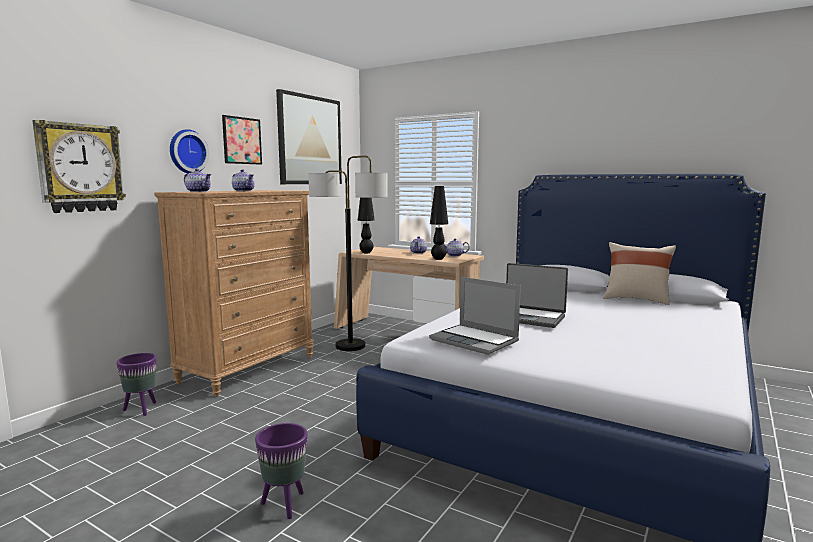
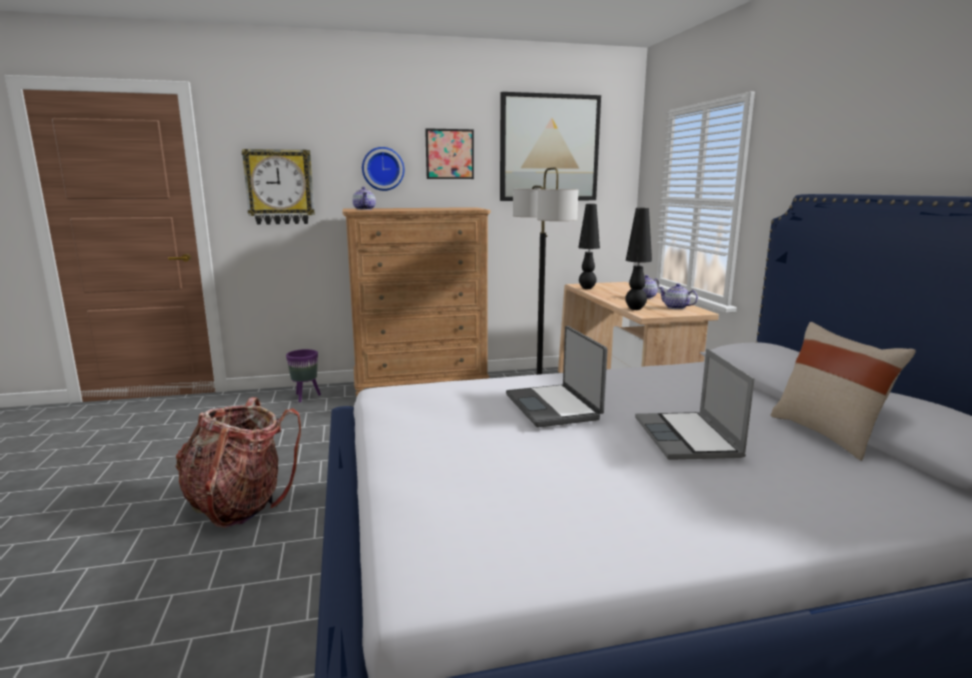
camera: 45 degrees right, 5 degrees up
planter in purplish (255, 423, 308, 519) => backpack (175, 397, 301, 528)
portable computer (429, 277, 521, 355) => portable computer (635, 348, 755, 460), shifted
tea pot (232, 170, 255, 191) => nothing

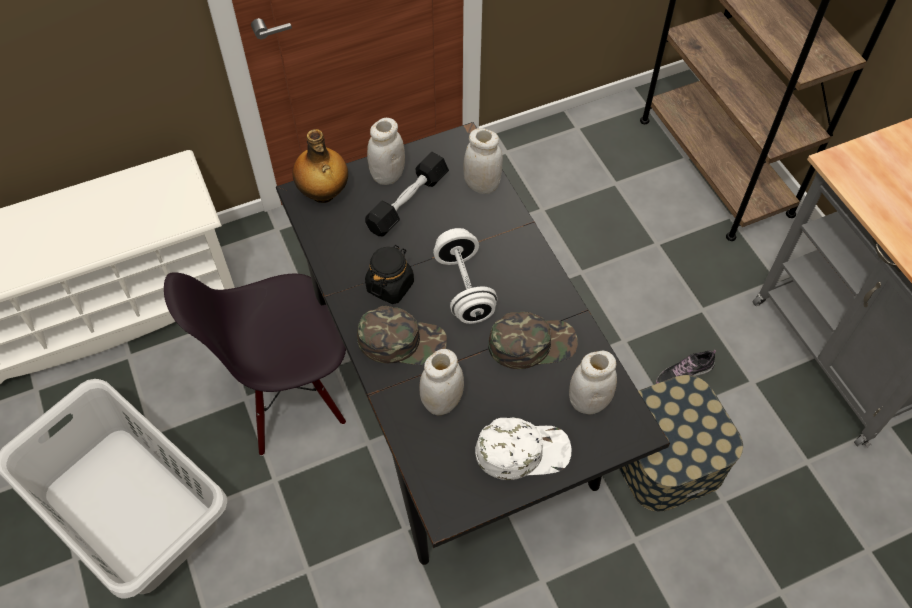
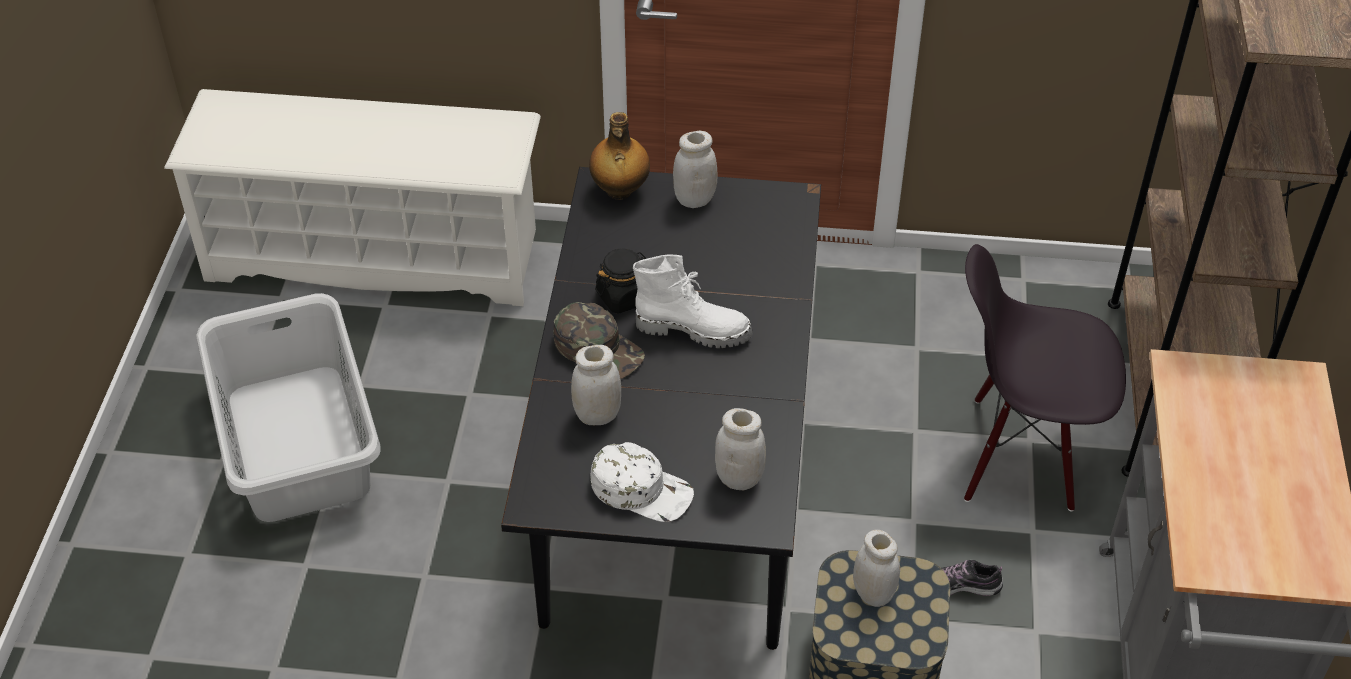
camera: 30 degrees right, 10 degrees down
free weight in white (433, 228, 497, 324) => tall boot in white (633, 254, 753, 348)
storage jar in white (463, 128, 503, 194) => storage jar in white (853, 530, 900, 607), shifted
upright chair in black-coloured (164, 272, 346, 456) => upright chair in black-coloured (964, 244, 1126, 512), shifted
free weight in black-coloured (365, 152, 449, 236) => nothing
baseball cap in green (488, 312, 578, 369) => nothing

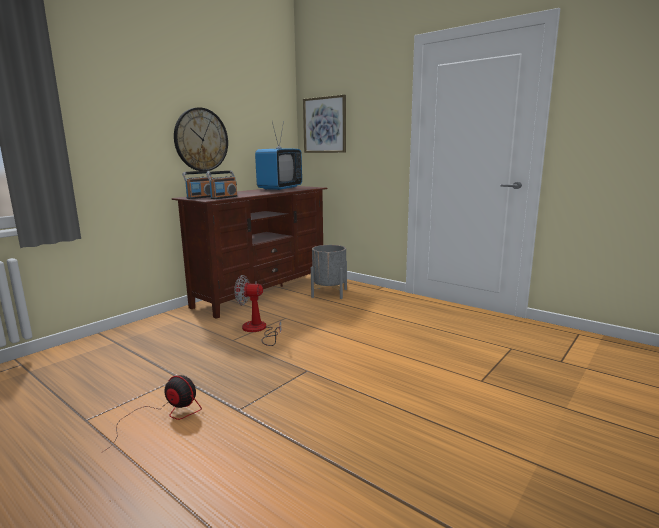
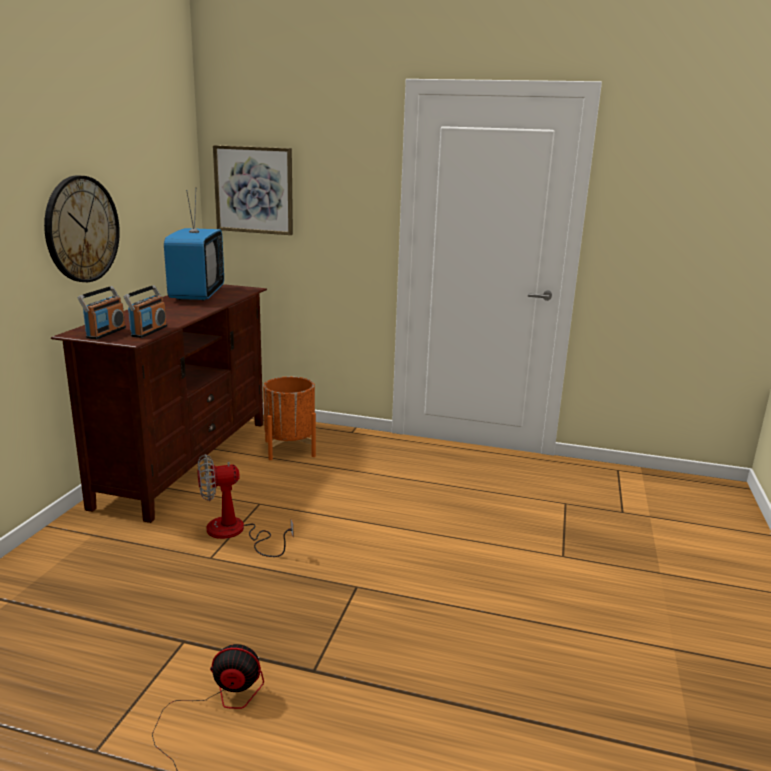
camera: 25 degrees left, 5 degrees up
planter in greyish (311, 245, 347, 299) => planter in orange-coloured (263, 377, 316, 460)

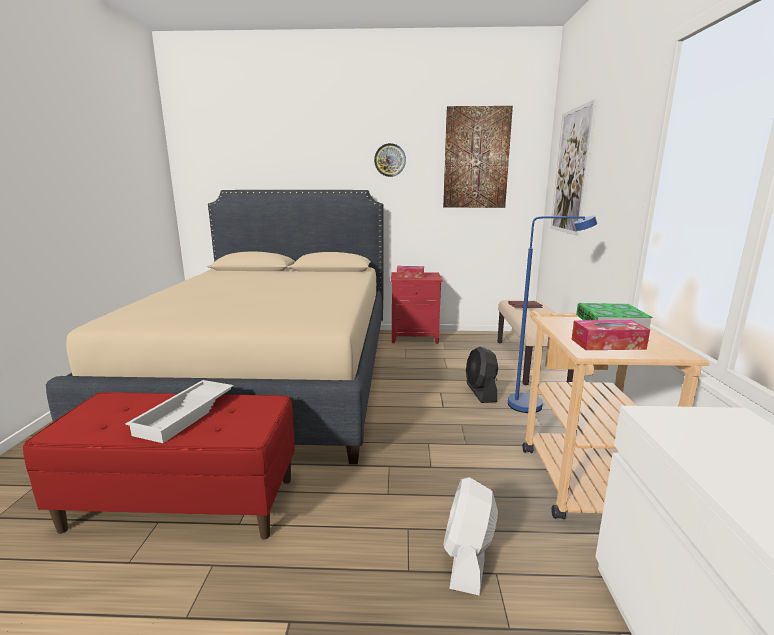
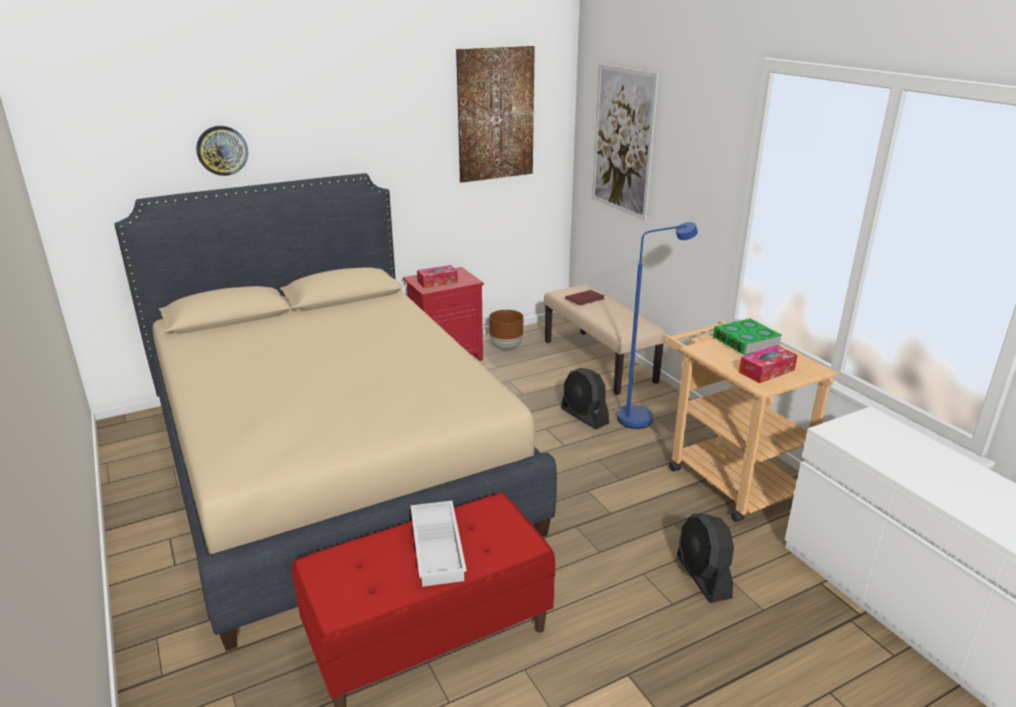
camera: 30 degrees left, 10 degrees up
clock on the wall (374, 143, 406, 177) => clock on the wall (196, 126, 248, 176), shifted
nothing => planter in brown (489, 310, 524, 350)
electric fan in white (443, 477, 498, 596) => electric fan in black-coloured (677, 513, 734, 603)

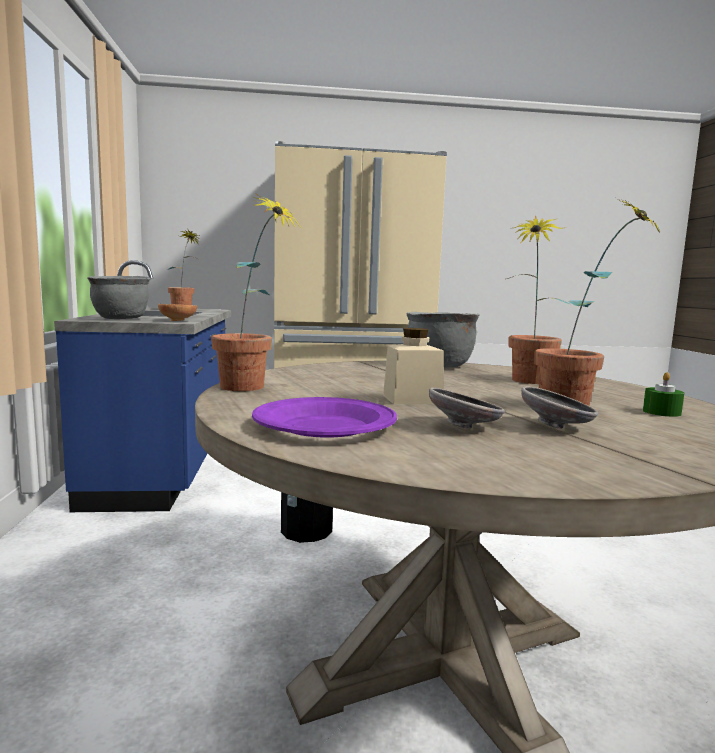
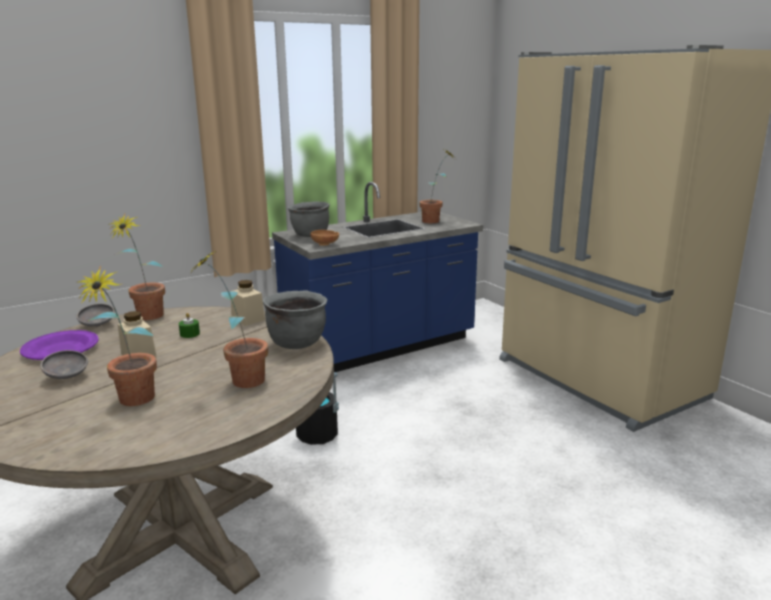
camera: 65 degrees right, 10 degrees up
serving bowl in greyish (521, 386, 598, 429) => serving bowl in greyish (77, 304, 115, 327), shifted
wax candle in green (643, 372, 684, 417) => wax candle in green (179, 313, 200, 338), shifted
nothing => storage jar in beige-coloured (230, 280, 265, 326)

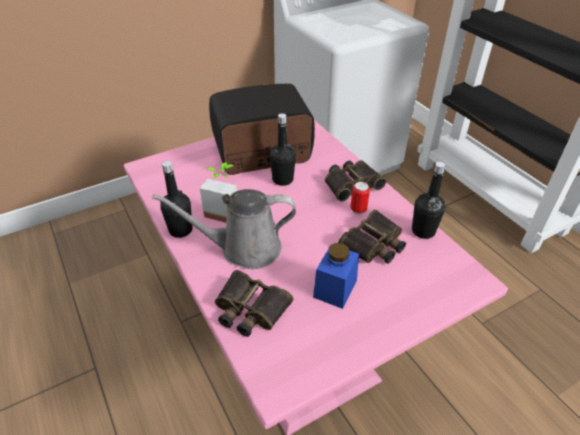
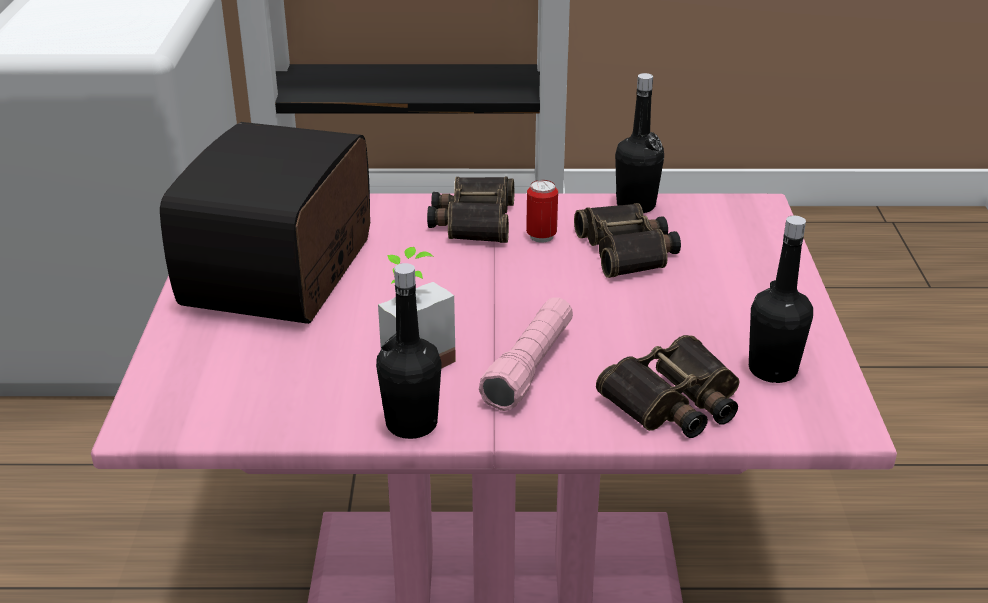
camera: 60 degrees left, 10 degrees down
sprinkling can in greyish (152, 189, 296, 269) => flashlight in pink (479, 297, 573, 411)
beverage bottle in black-coloured (269, 113, 296, 186) => beverage bottle in black-coloured (749, 216, 813, 383), shifted
storage jar in blue-coloured (313, 243, 359, 309) => nothing

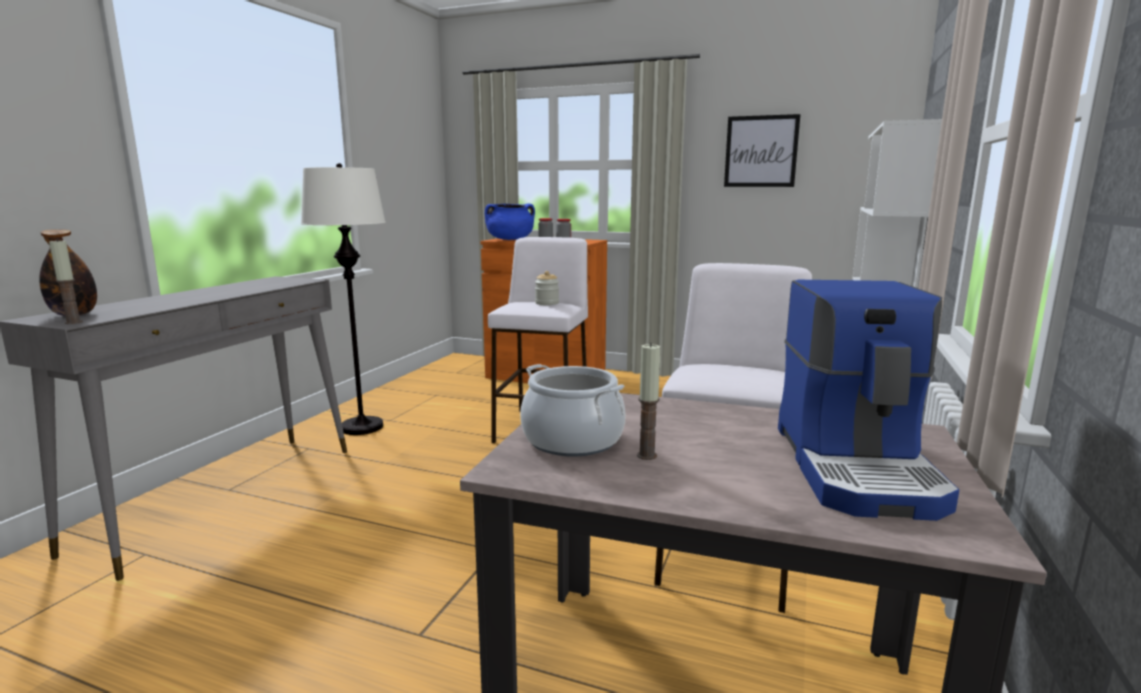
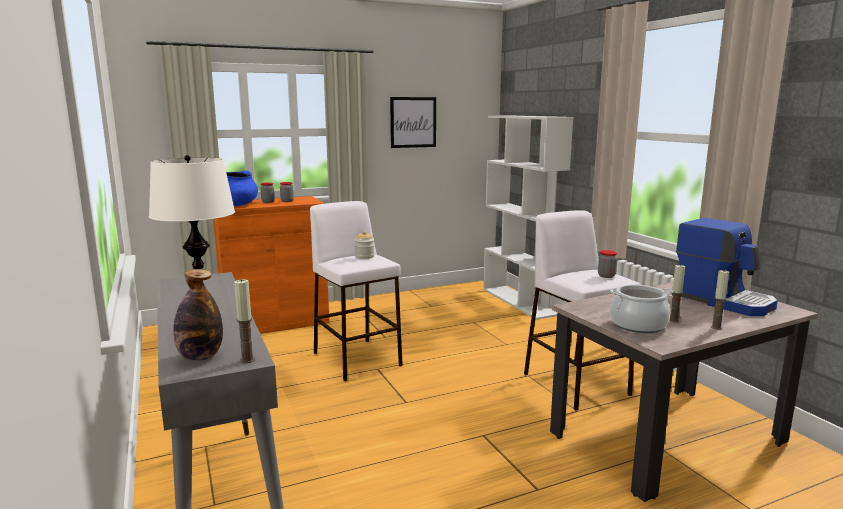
camera: 45 degrees left, 0 degrees up
nothing => storage jar (598, 250, 617, 278)
nothing => wax candle (711, 270, 729, 330)

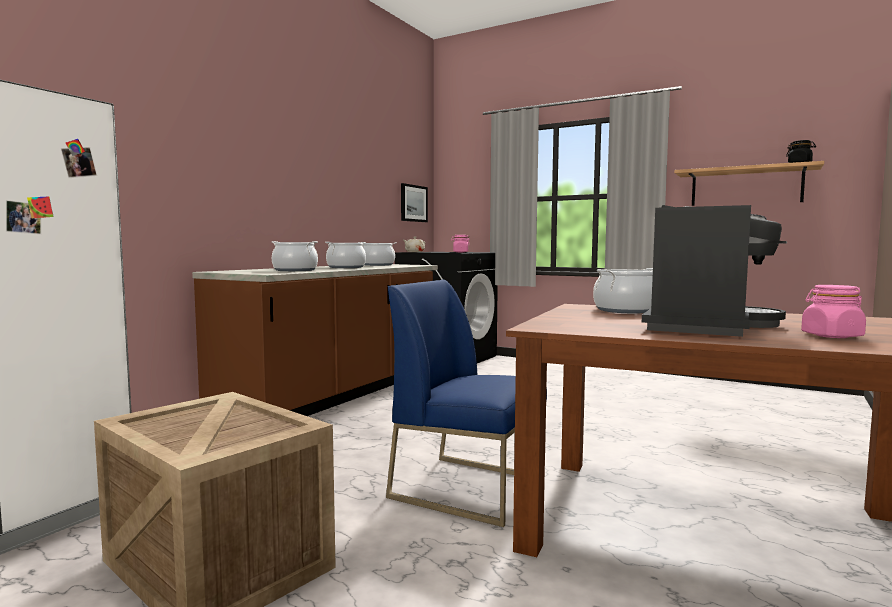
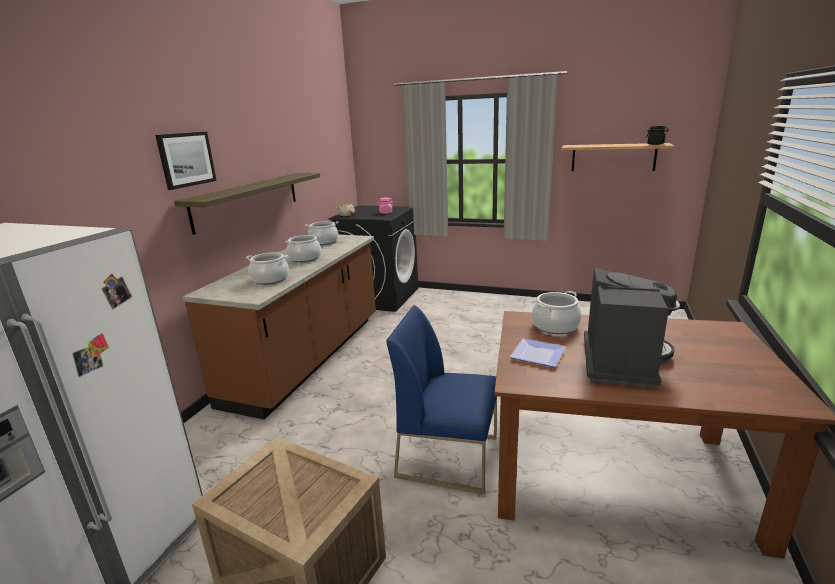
camera: 10 degrees left, 15 degrees up
picture (401, 183, 428, 222) => picture (155, 132, 217, 190), shifted
nothing => bracket shelf (174, 173, 320, 235)
nothing => plate (510, 339, 566, 367)
storage jar in pink (801, 285, 866, 338) => nothing

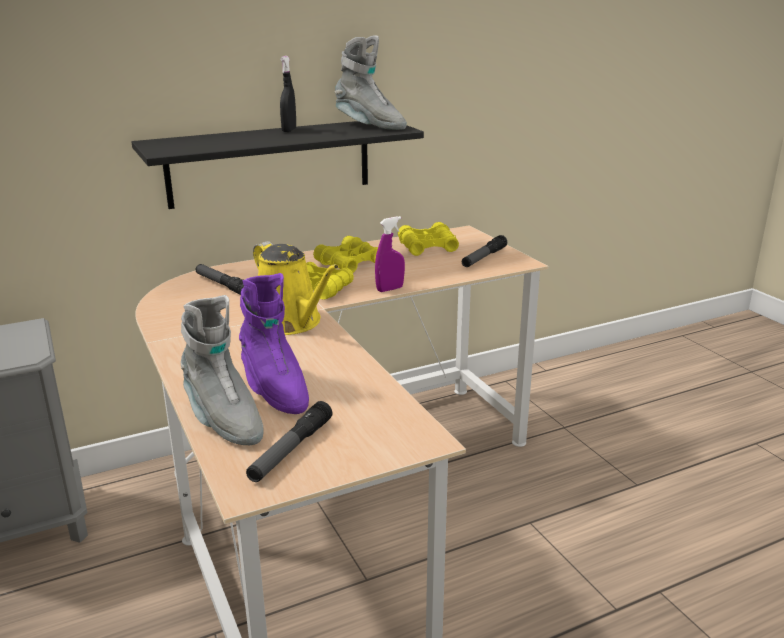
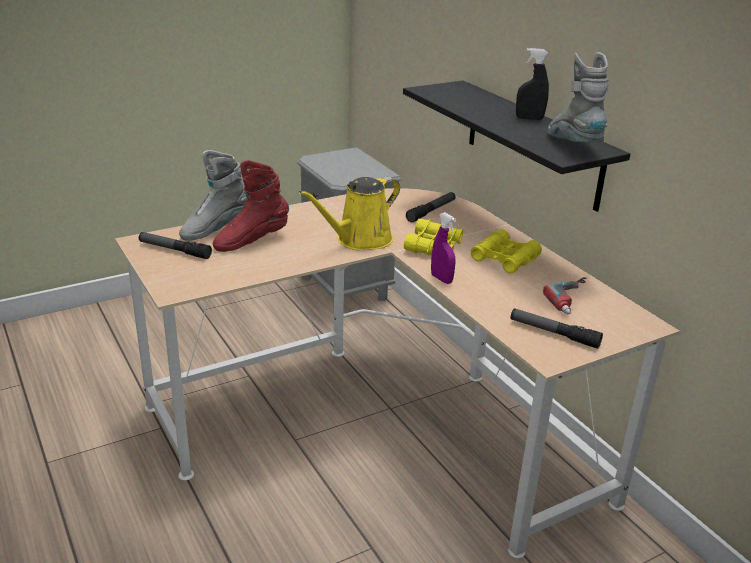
camera: 85 degrees right, 5 degrees up
tall boot in purplish (239, 273, 309, 414) => tall boot in reddish (213, 160, 289, 252)
pair of binoculars in yellow-coloured (398, 222, 459, 256) => electric drill (543, 277, 586, 314)
tall boot in greyish (335, 35, 407, 130) => tall boot in greyish (548, 52, 609, 142), 135 degrees clockwise

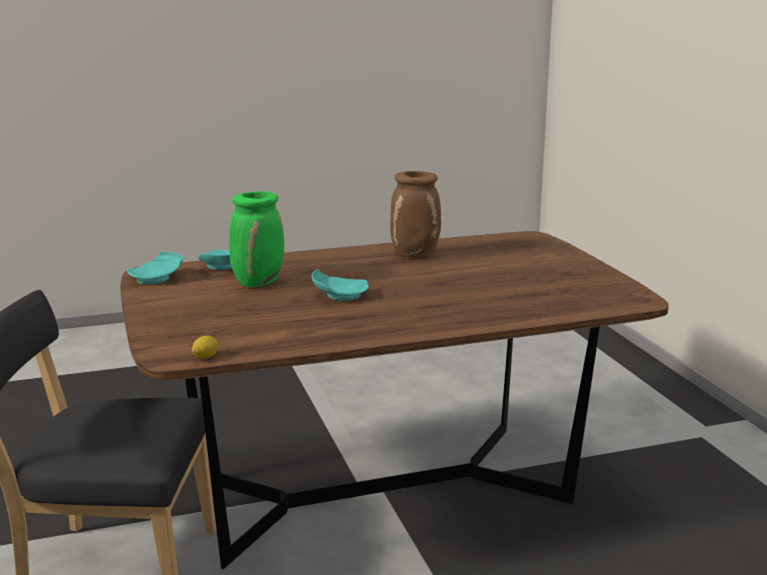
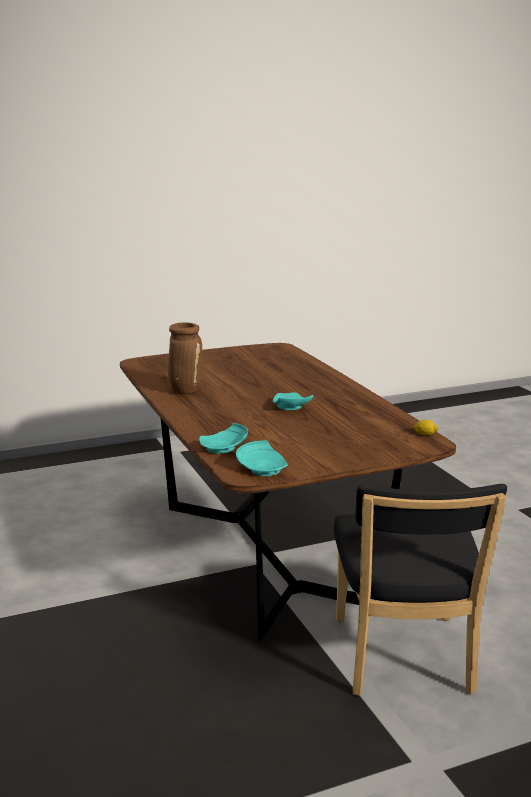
camera: 95 degrees left, 0 degrees up
flower vase in green (229, 191, 284, 287) => nothing

